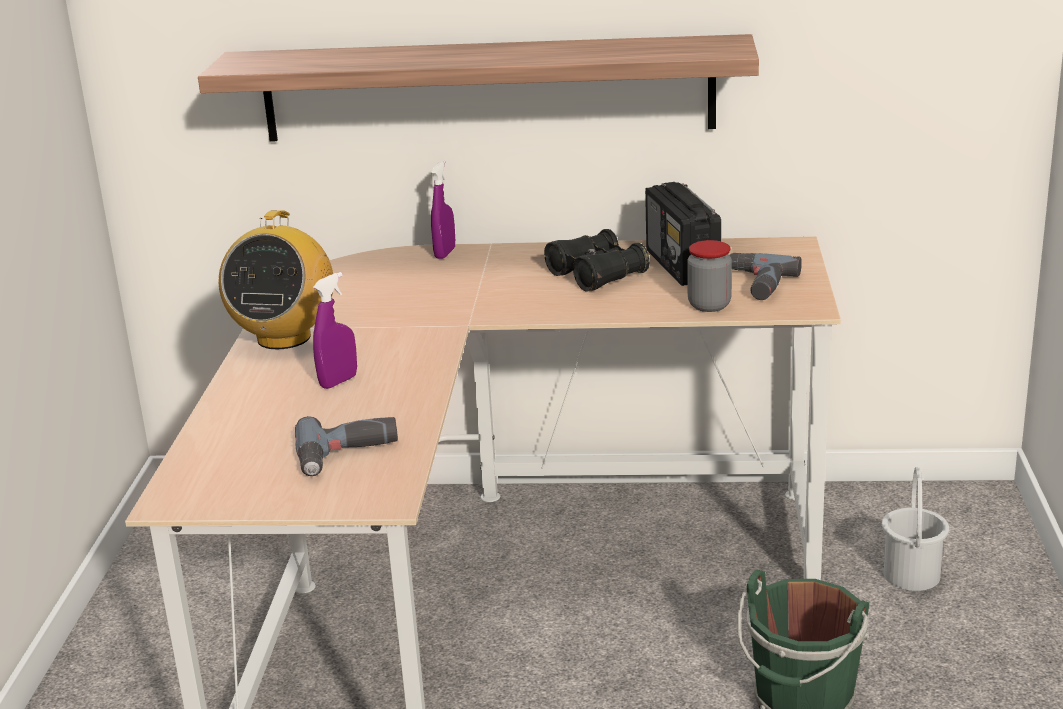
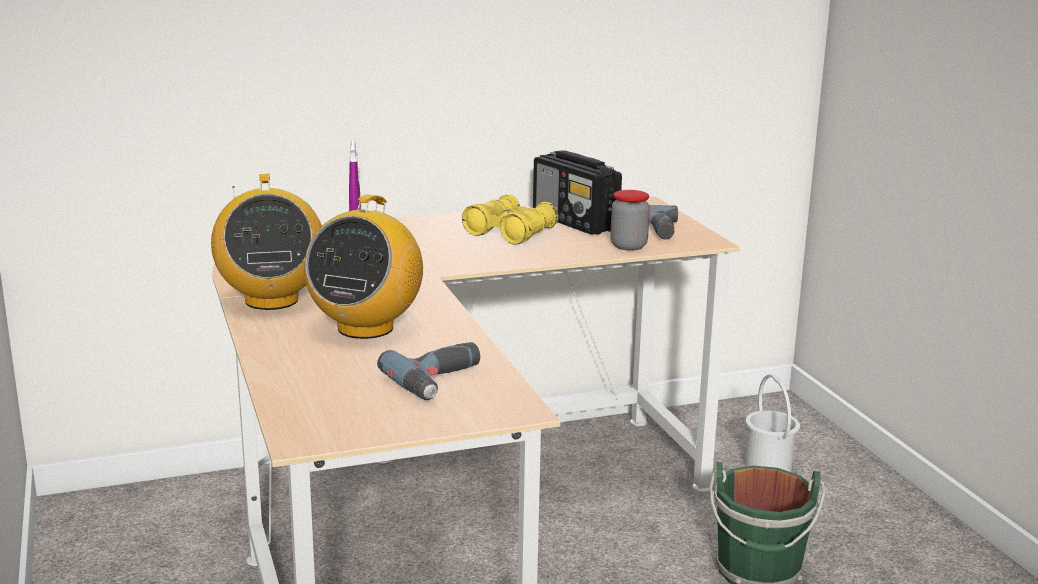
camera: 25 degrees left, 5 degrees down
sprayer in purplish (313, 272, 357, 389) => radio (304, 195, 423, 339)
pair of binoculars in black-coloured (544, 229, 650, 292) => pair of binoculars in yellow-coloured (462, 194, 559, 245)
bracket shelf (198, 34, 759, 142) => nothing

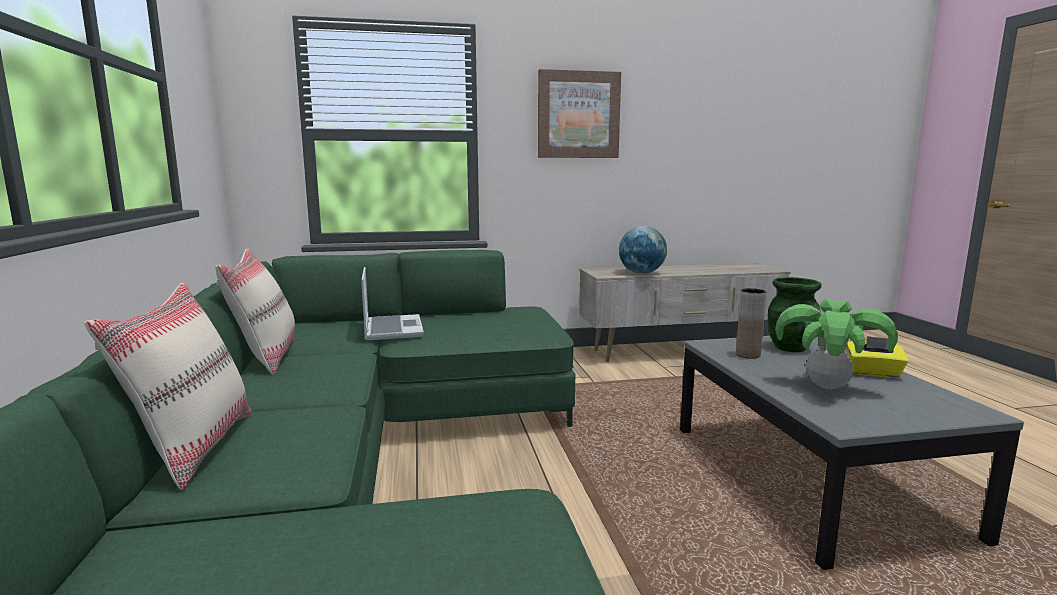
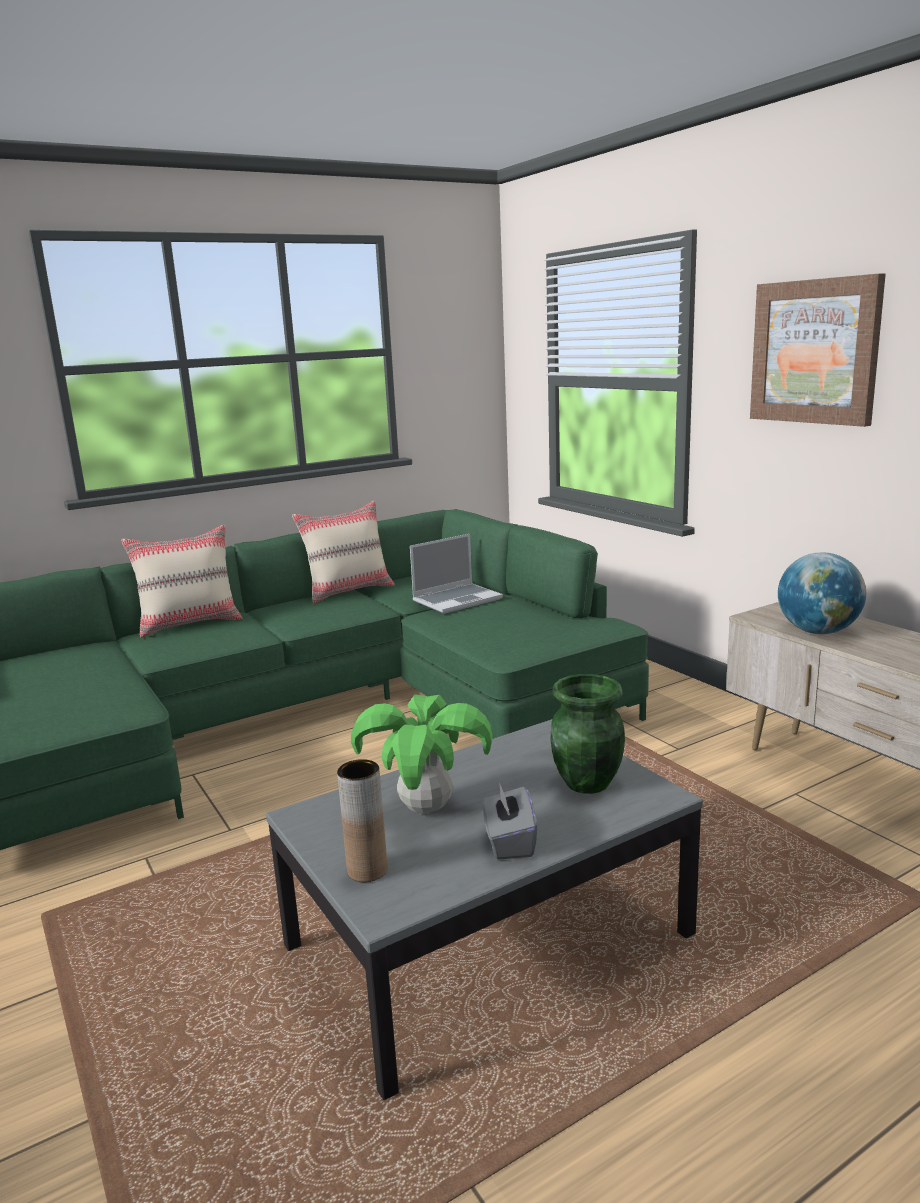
camera: 70 degrees right, 5 degrees up
flower vase in brown (736, 288, 766, 358) => flower vase in brown (337, 759, 387, 882), shifted
box of tissues in yellow-coloured (846, 336, 909, 378) => box of tissues in greyish (482, 782, 537, 860)

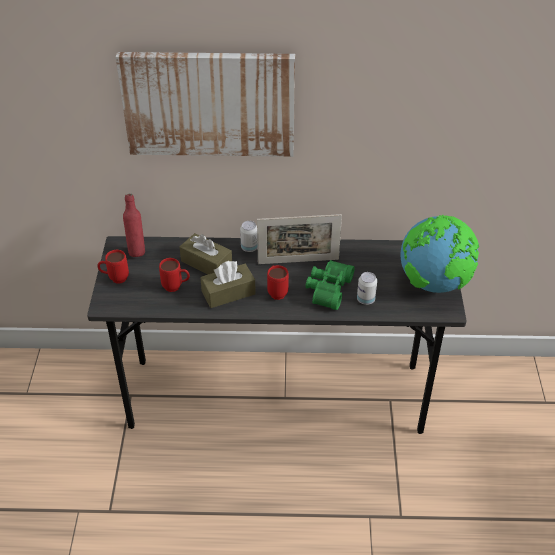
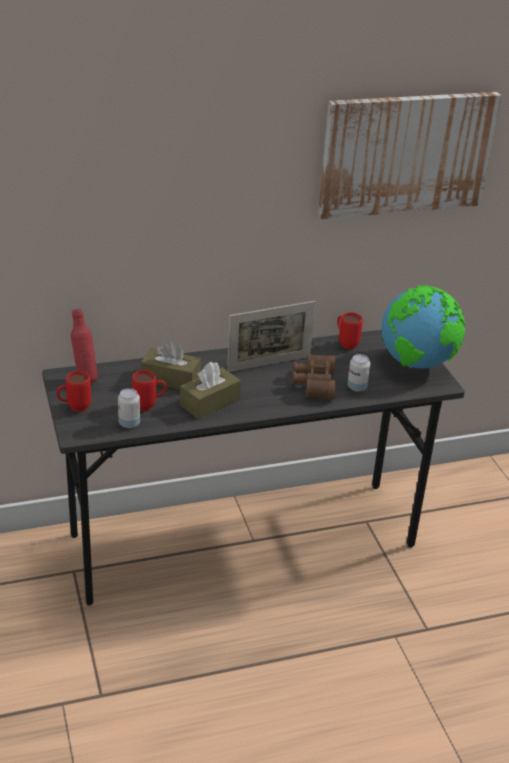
camera: 20 degrees left, 10 degrees down
sealed can (240, 221, 258, 252) => sealed can (118, 388, 140, 428), shifted
pair of binoculars in green (305, 260, 355, 310) => pair of binoculars in brown (292, 354, 336, 400)
picture (116, 52, 295, 157) => picture (318, 92, 501, 219), shifted
coffee mug in reddish (267, 265, 289, 300) => coffee mug in reddish (337, 312, 363, 349), shifted

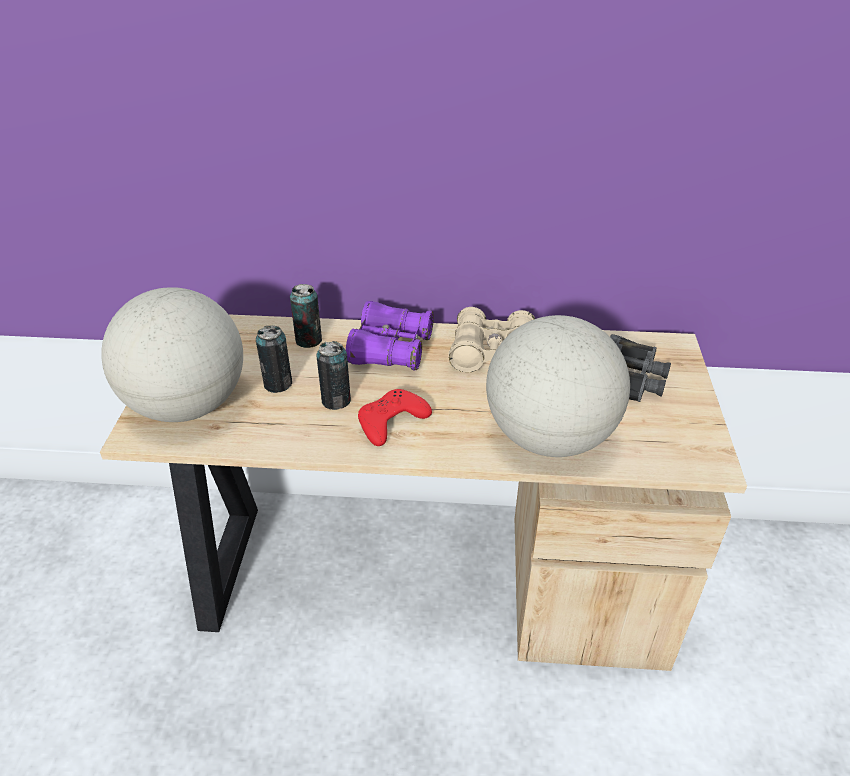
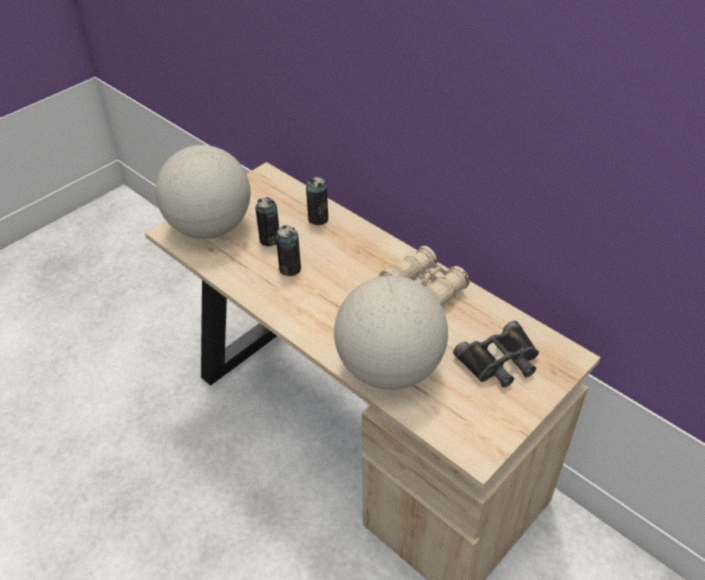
camera: 40 degrees right, 5 degrees up
pair of binoculars in purplish (346, 301, 434, 370) => nothing
game controller in reddish (358, 389, 432, 446) => nothing

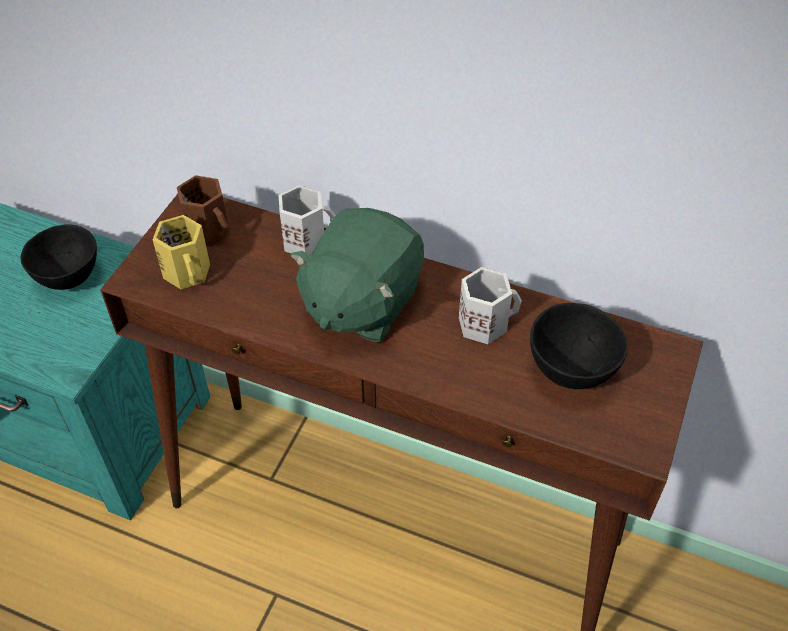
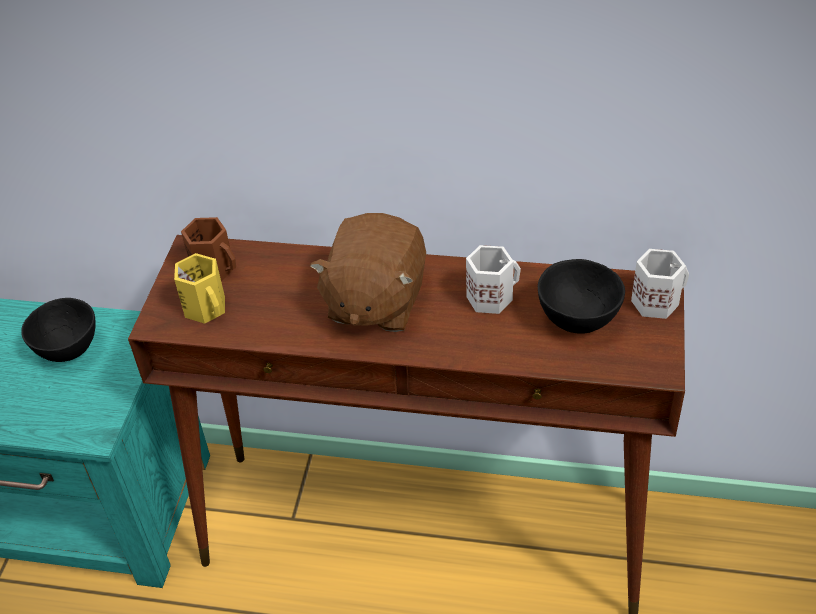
camera: 10 degrees left, 5 degrees down
cuddly toy in green (290, 208, 424, 342) => cuddly toy in brown (309, 213, 426, 332)
coffee mug in white (279, 185, 336, 255) => coffee mug in white (631, 249, 689, 319), shifted

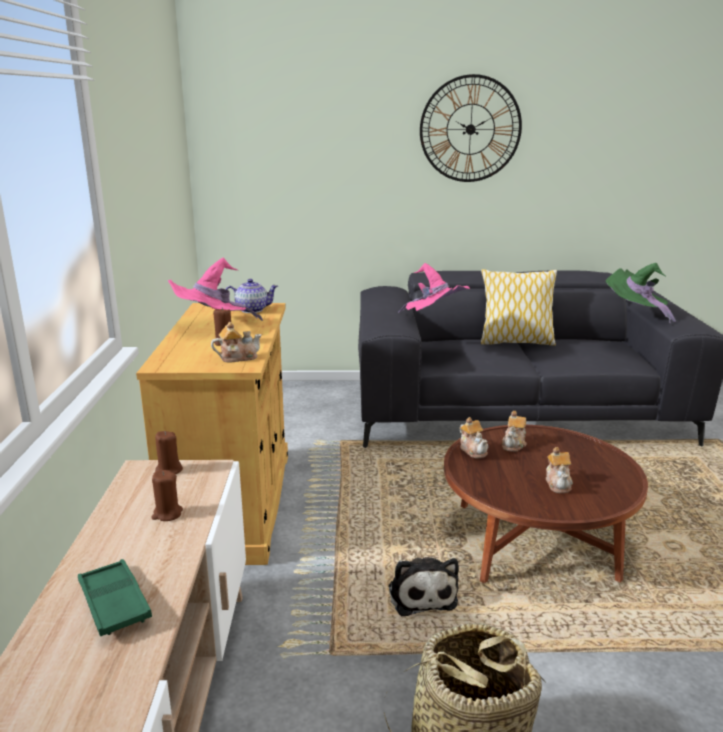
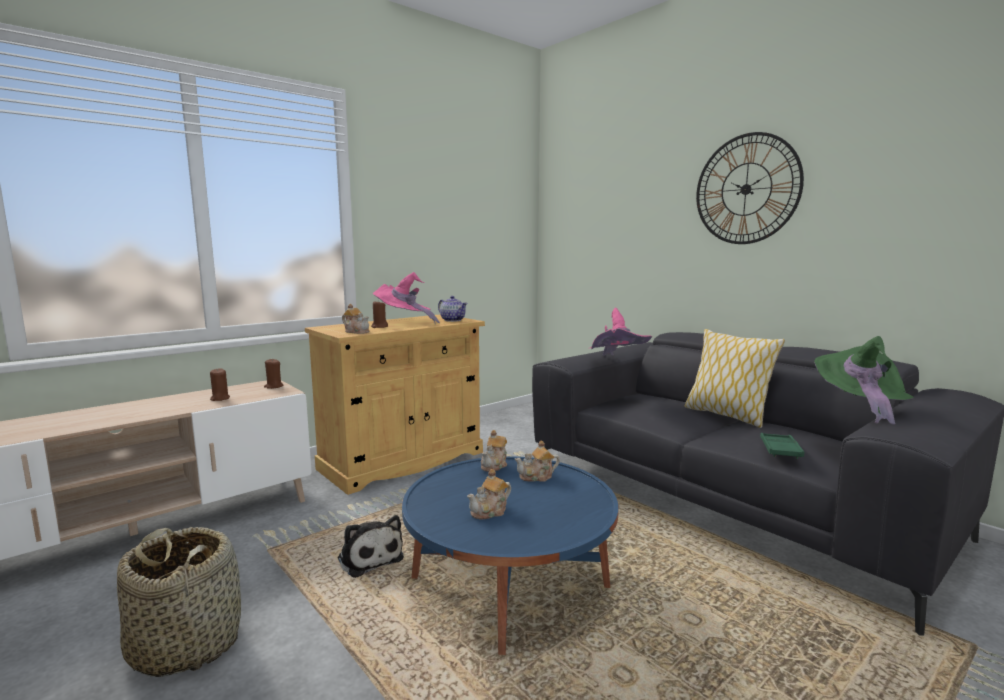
camera: 50 degrees right, 10 degrees down
cuddly toy (389, 557, 459, 616) => cuddly toy (338, 515, 404, 578), 75 degrees counterclockwise
lounge table in brown (444, 425, 648, 583) => lounge table in blue-coloured (402, 456, 619, 655)
carrying tray in green (78, 559, 152, 636) => carrying tray in green (760, 433, 804, 459), shifted

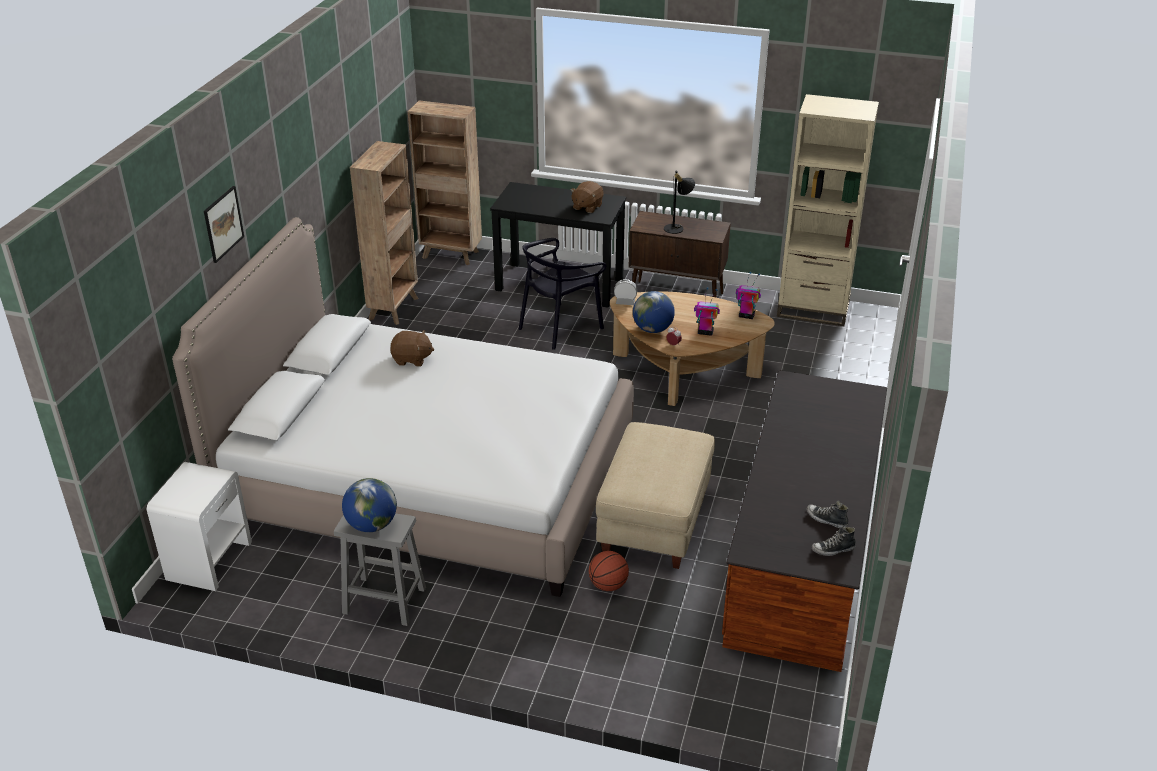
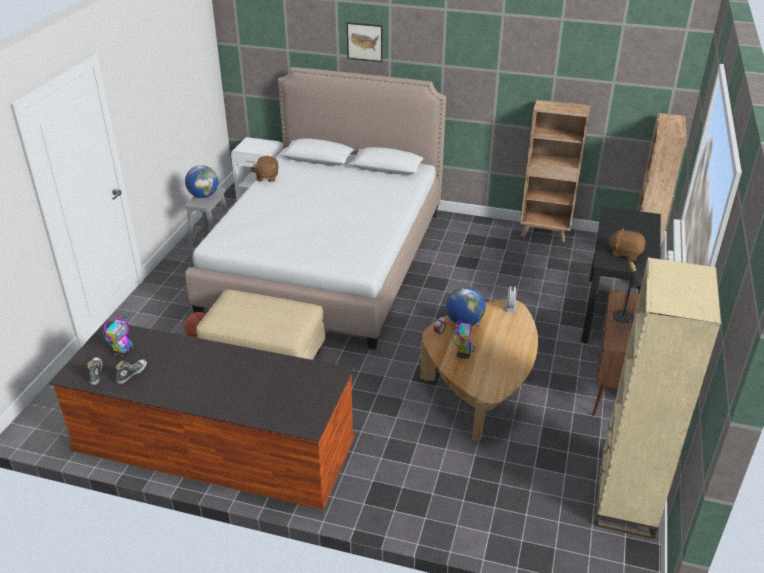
camera: 90 degrees right, 0 degrees up
model robot (736, 272, 761, 319) => model robot (102, 317, 133, 358), shifted
cuddly toy in brown (390, 330, 435, 366) => cuddly toy in brown (252, 156, 279, 182), shifted
upright chair in black-coloured (519, 238, 607, 350) => nothing

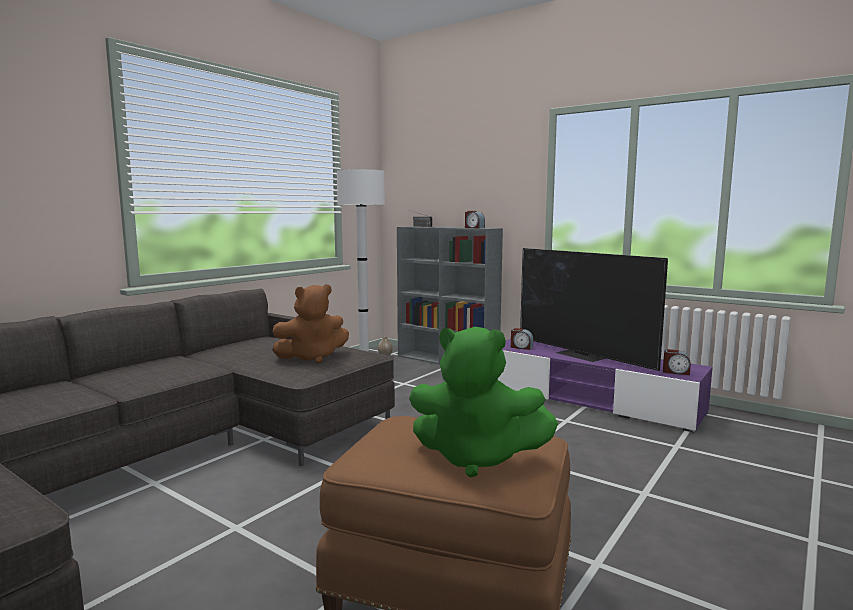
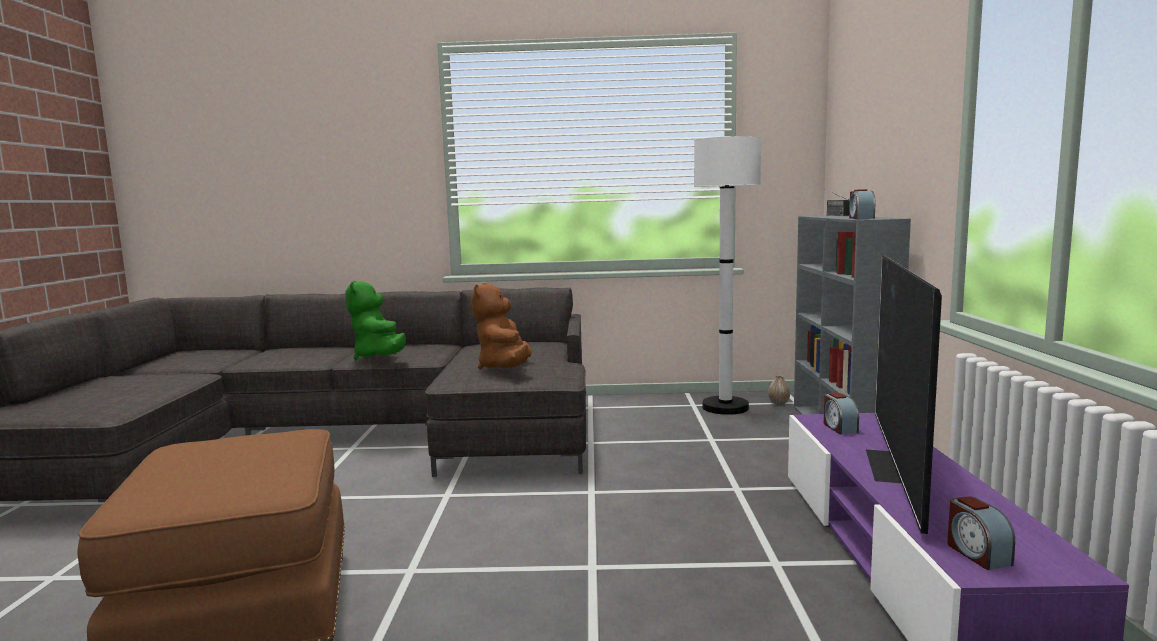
camera: 55 degrees right, 0 degrees up
cuddly toy in green (409, 327, 558, 478) => cuddly toy in green (346, 281, 406, 360), shifted
cuddly toy in brown (272, 284, 349, 363) => cuddly toy in brown (471, 283, 532, 370), 60 degrees clockwise

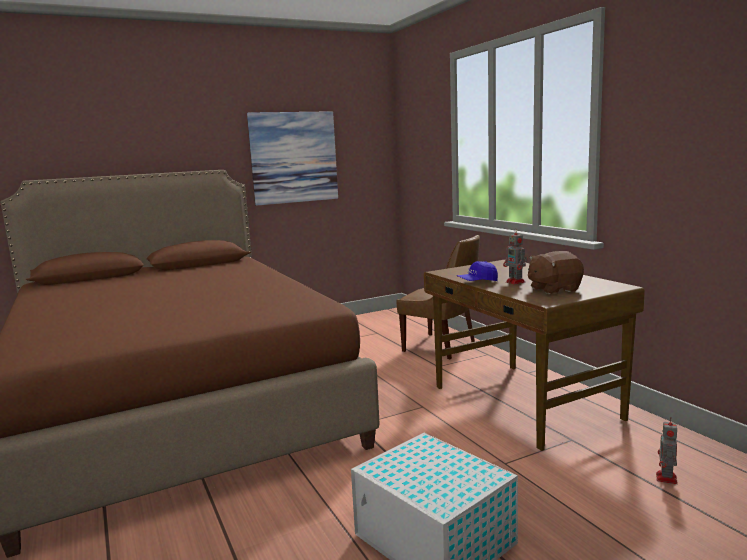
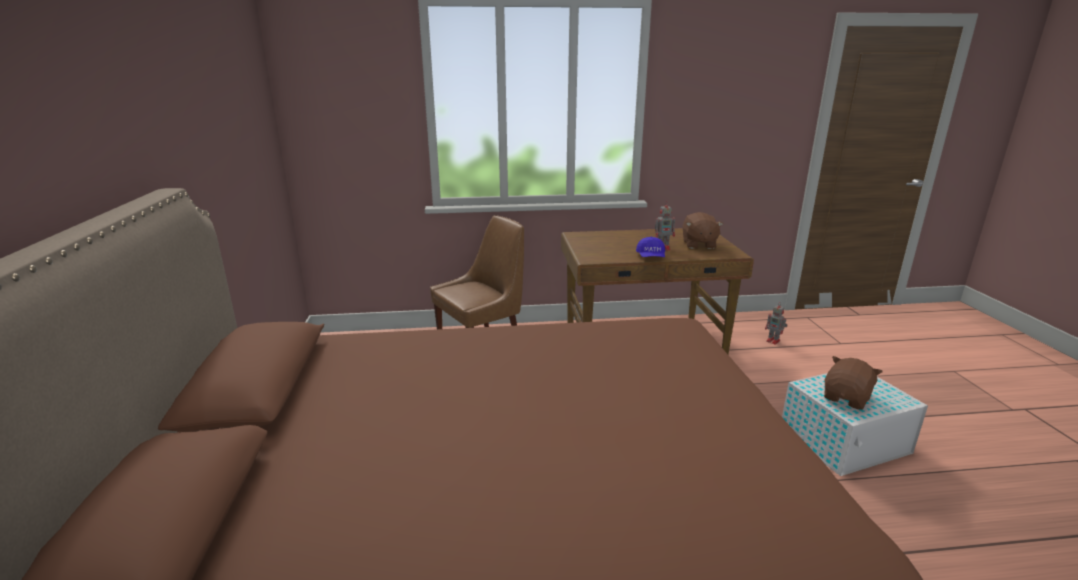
camera: 70 degrees left, 10 degrees up
nothing => cuddly toy in brown (824, 356, 883, 410)
picture (247, 111, 338, 206) => nothing

